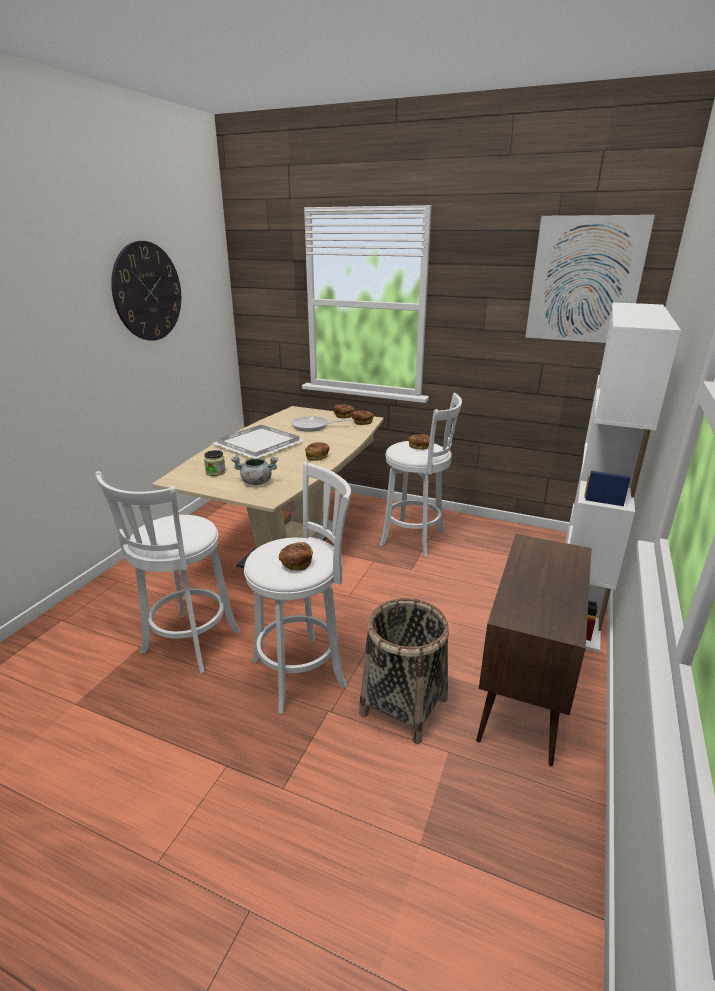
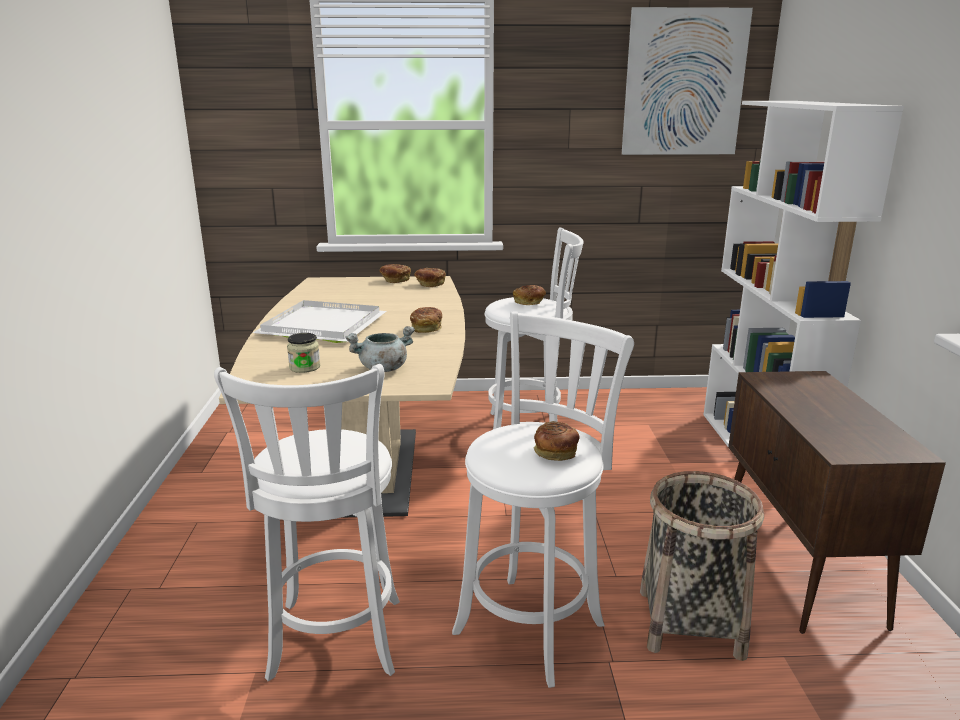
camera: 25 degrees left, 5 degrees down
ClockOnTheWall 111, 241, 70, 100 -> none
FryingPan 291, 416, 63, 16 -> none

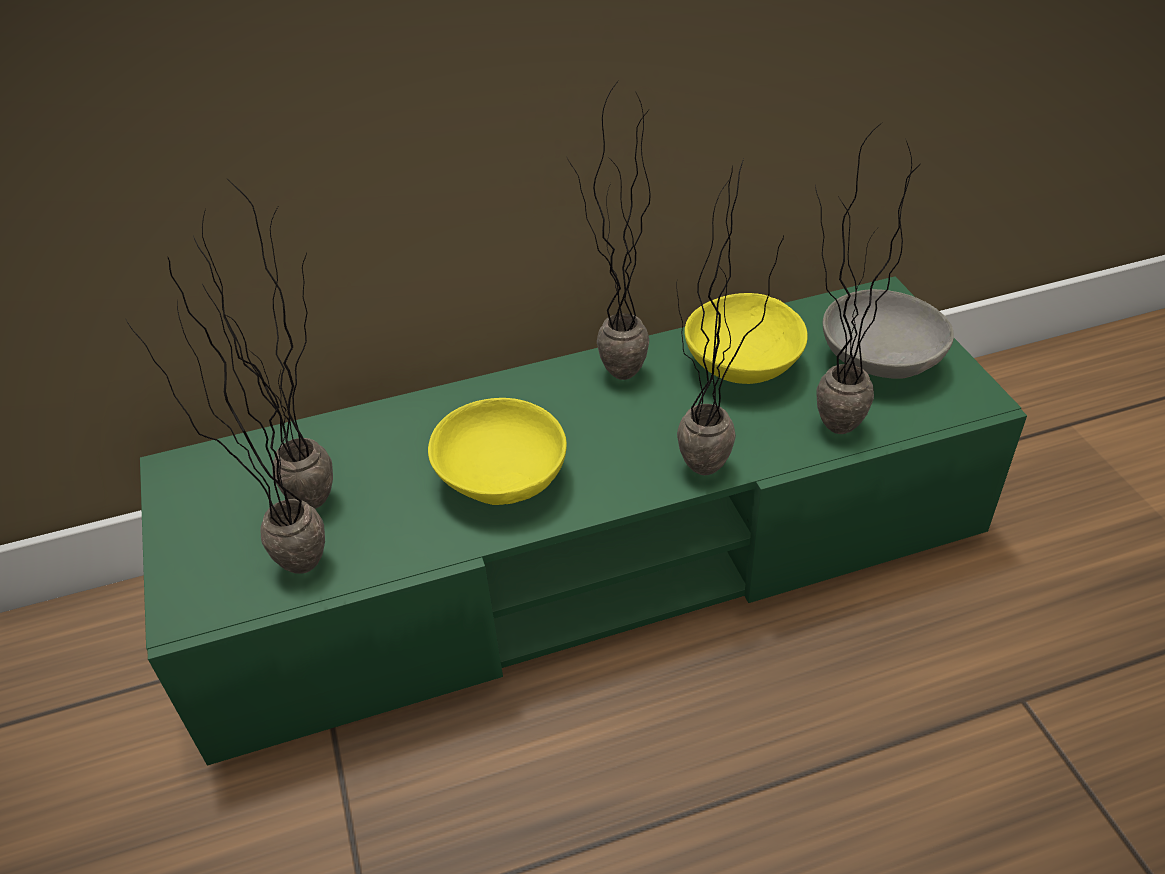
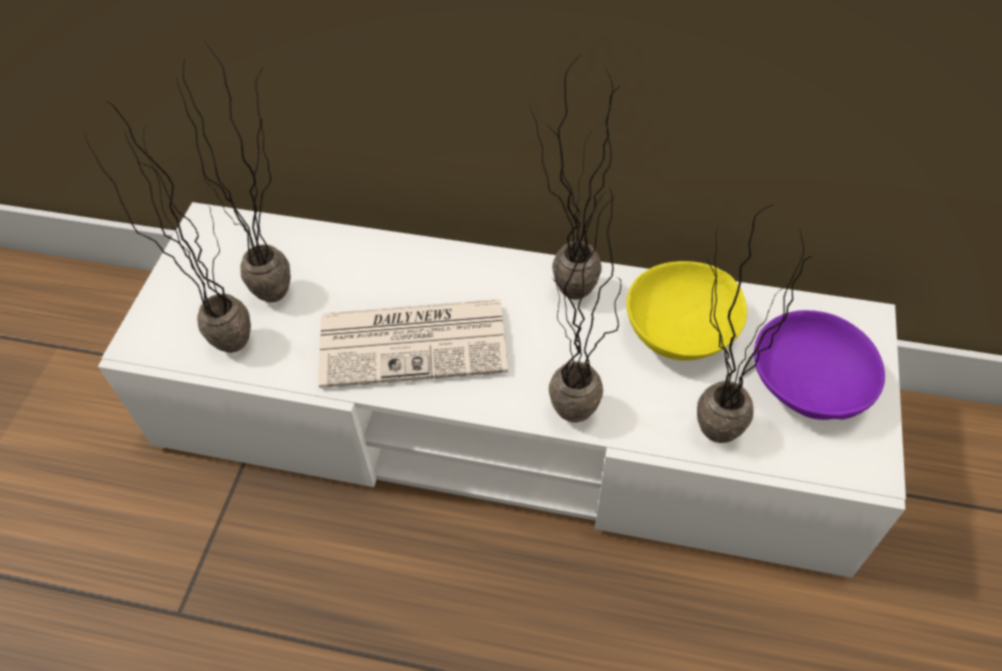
camera: 30 degrees right, 10 degrees up
GreenTvStand 140, 276, 887, 490 -> WhitishTvStand 98, 202, 808, 376
GreyBowl 822, 289, 132, 90 -> PurpleColouredBowl 754, 310, 131, 110
YellowBowl 428, 398, 139, 107 -> PrintedPaper 318, 299, 190, 89

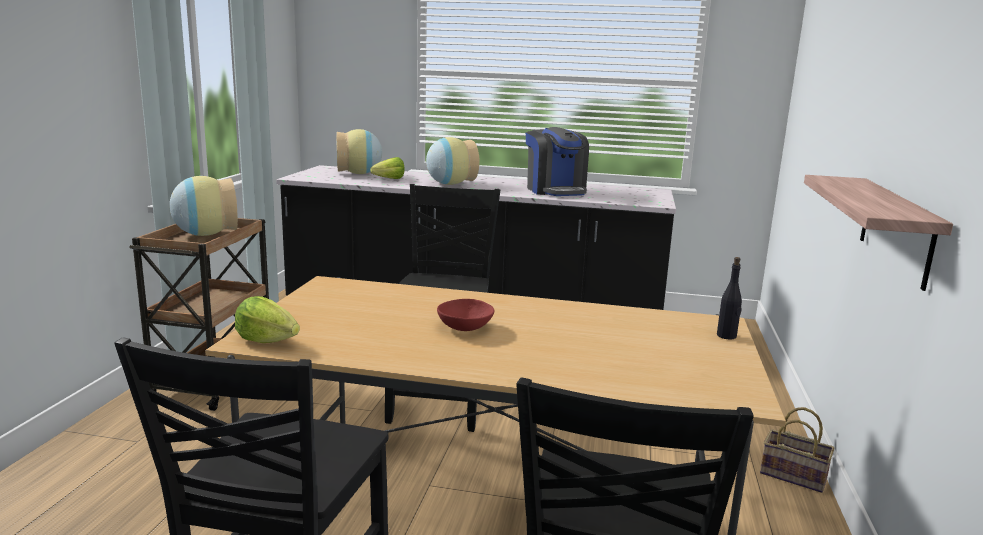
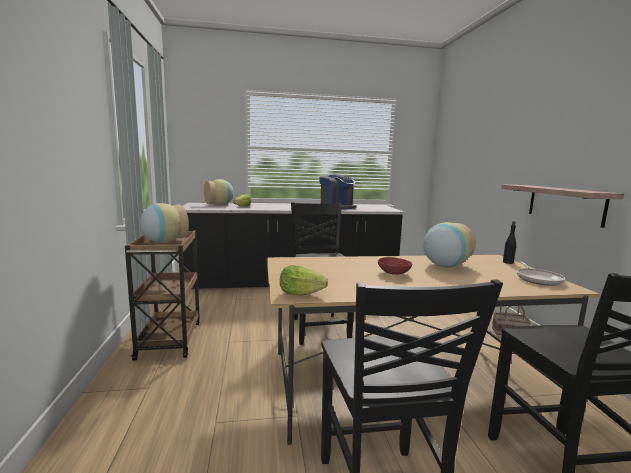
camera: 20 degrees left, 5 degrees down
DecorativeVase 426, 137, 53, 48 -> DecorativeVase 423, 222, 53, 46, shifted
none -> FryingPan 517, 262, 48, 24

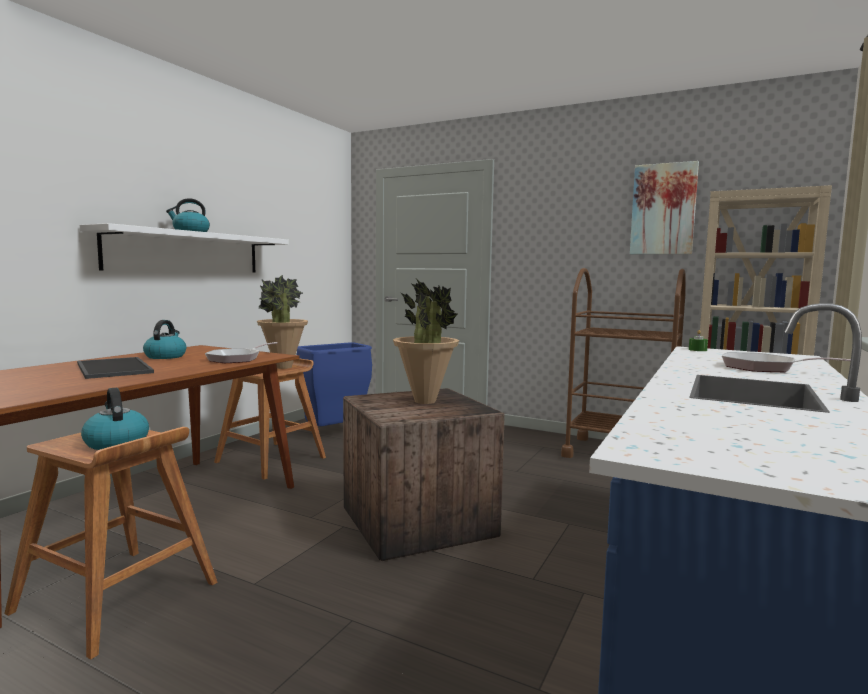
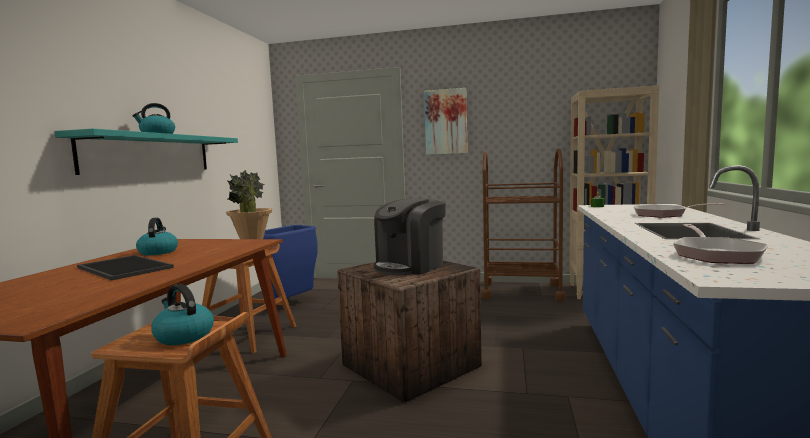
camera: 15 degrees left, 0 degrees up
Picture 630, 161, 69, 93 -> Picture 424, 88, 44, 67, shifted
WhitishWallShelf 80, 223, 209, 50 -> BlueGreenWallShelf 54, 129, 184, 46
Houseplant 393, 279, 66, 125 -> CoffeeBrewer 374, 199, 72, 76
FryingPan 205, 342, 73, 21 -> FryingPan 673, 224, 95, 40, shifted

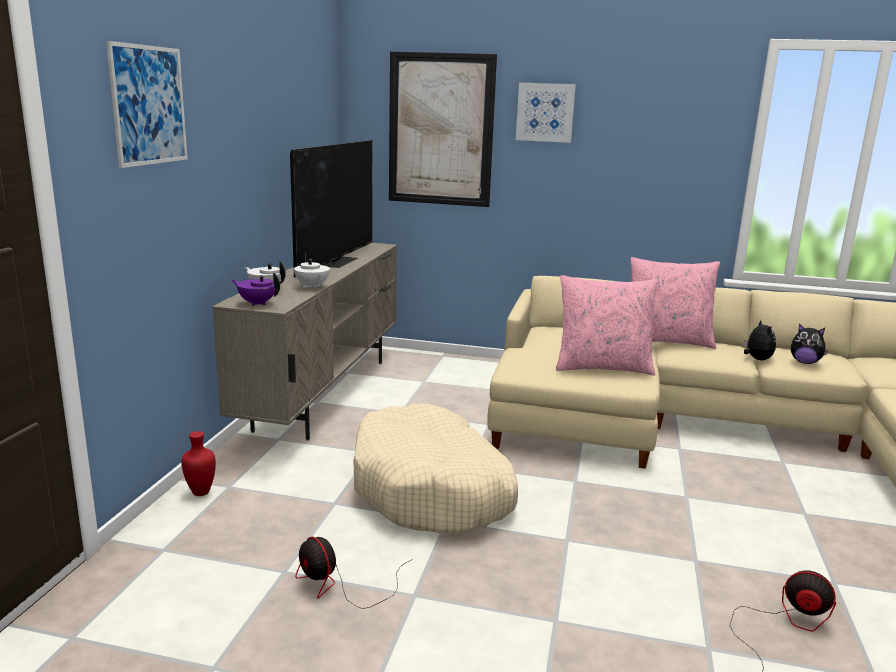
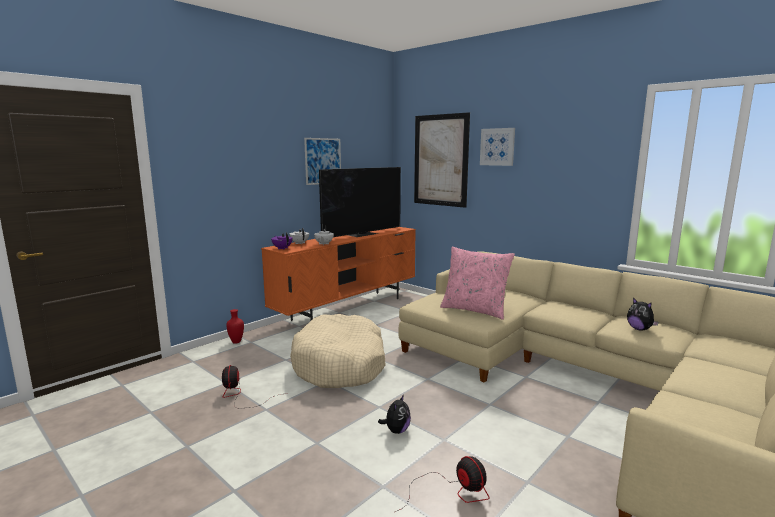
camera: 30 degrees right, 5 degrees down
Picture 106, 41, 82, 127 -> Picture 304, 138, 37, 47, shifted
BeigeTvStand 212, 243, 185, 197 -> OrangeColouredTvStand 261, 227, 155, 94
PinkColouredPillow 630, 257, 90, 92 -> none
SoftToy 744, 320, 32, 40 -> SoftToy 378, 394, 33, 40, shifted

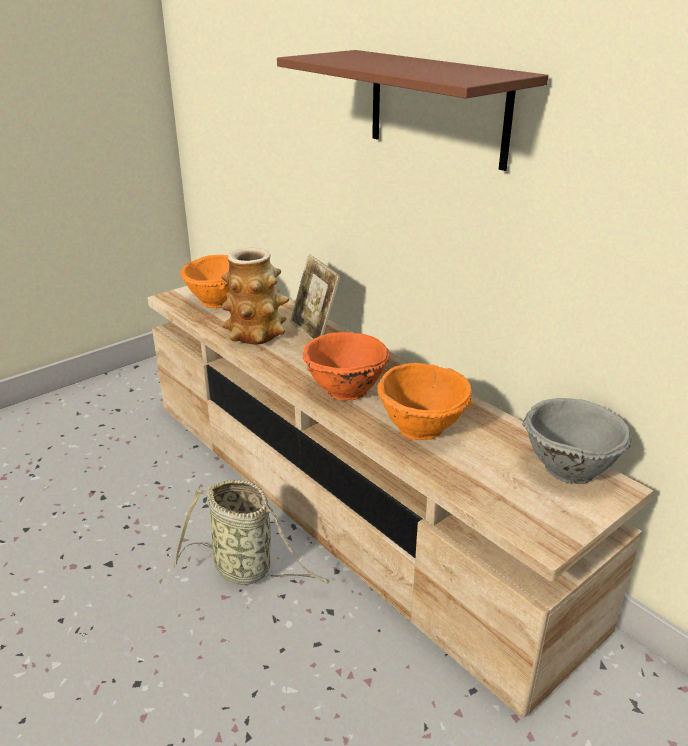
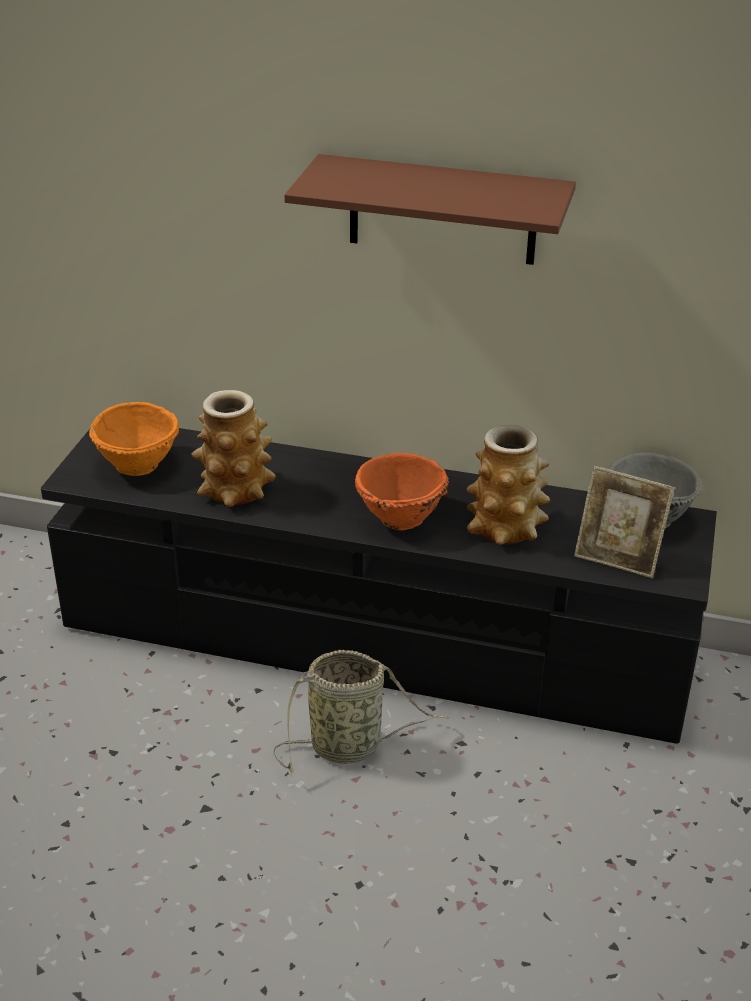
camera: 35 degrees left, 5 degrees up
PictureFrame 290, 254, 51, 86 -> PictureFrame 574, 466, 101, 112, shifted
BeigeTvStand 147, 286, 507, 432 -> BlackTvStand 41, 428, 676, 316
OrangeColouredBowl 377, 363, 96, 77 -> DecorativeVase 467, 425, 83, 120

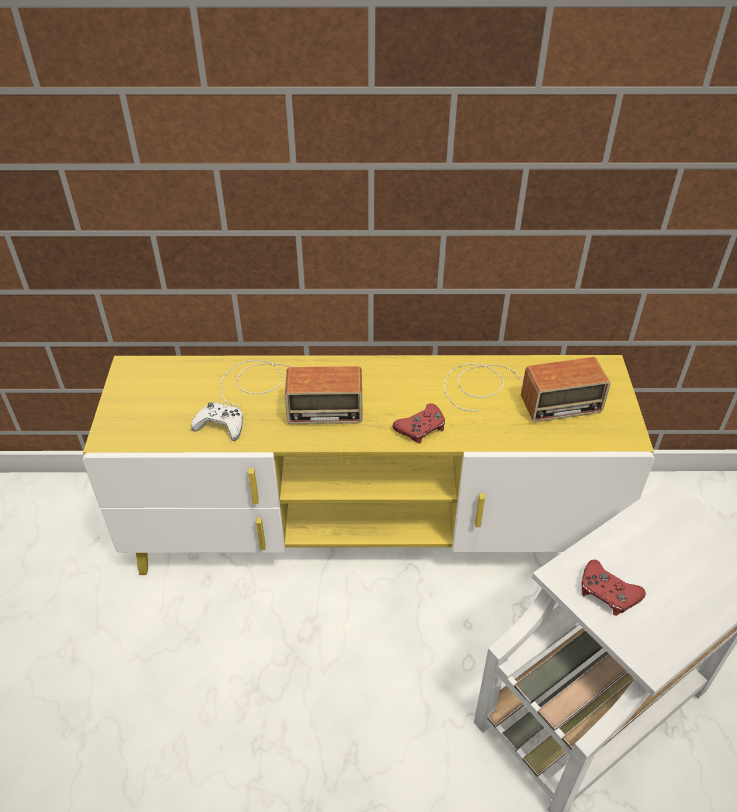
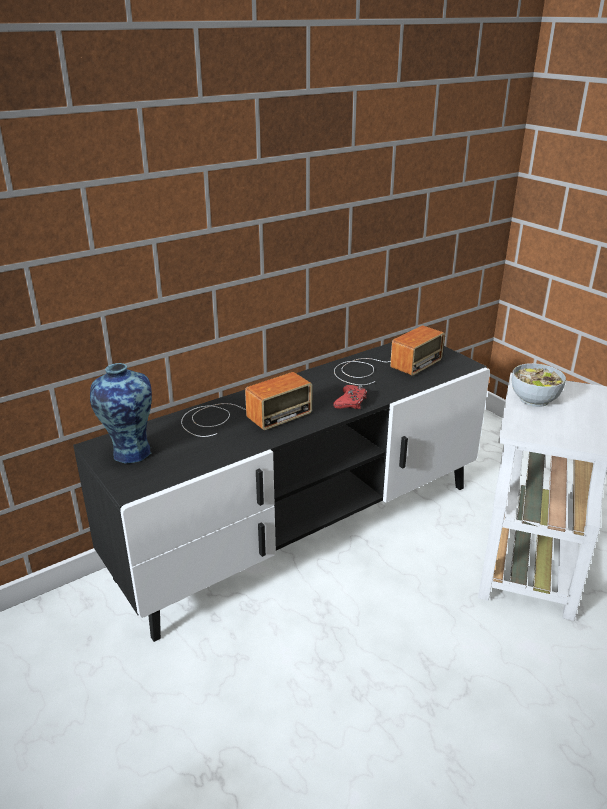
camera: 35 degrees left, 15 degrees down
YellowTvStand 83, 355, 571, 220 -> BlackTvStand 73, 342, 417, 300
WhitishGameController 191, 402, 52, 39 -> none
RedColouredGameController 581, 560, 65, 56 -> none
none -> DecorativeVase 90, 363, 62, 101
none -> Bowl 511, 363, 55, 44

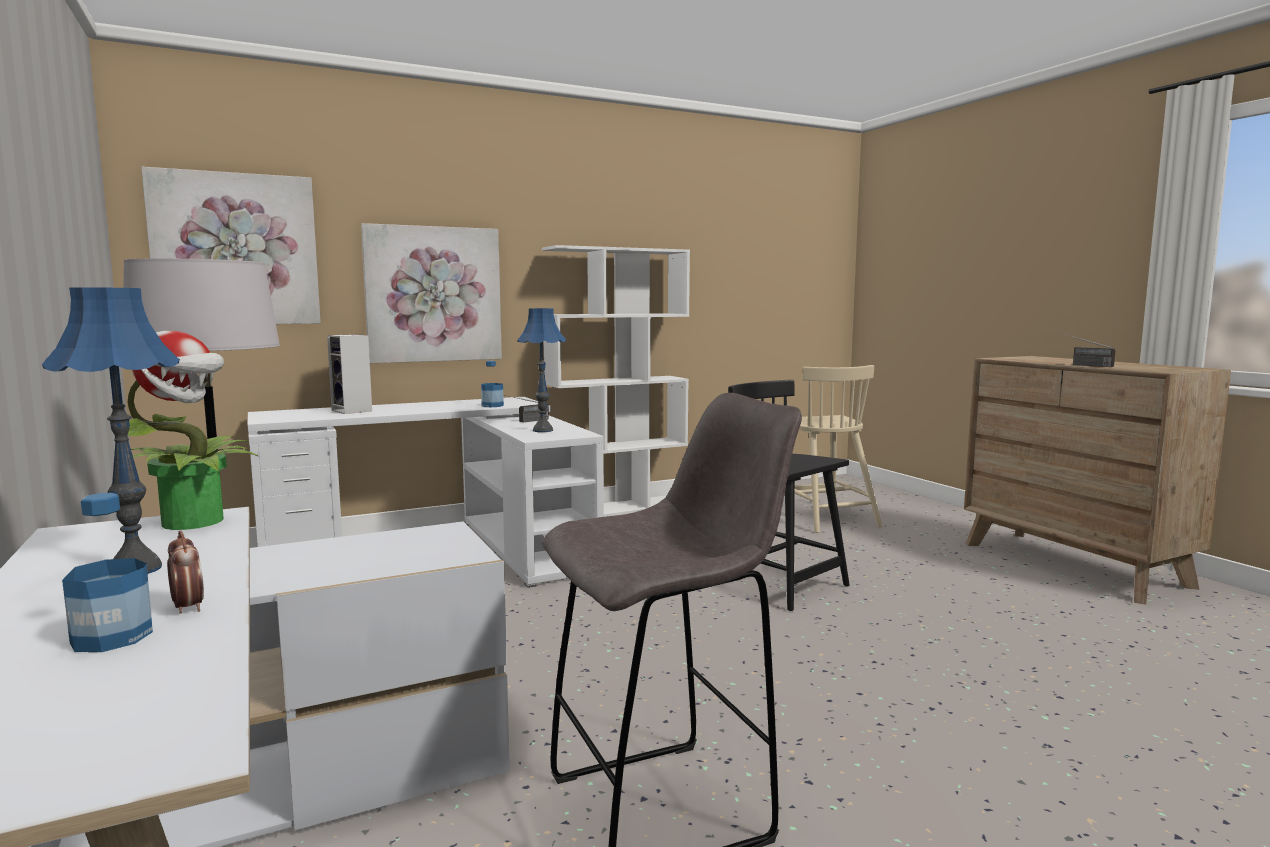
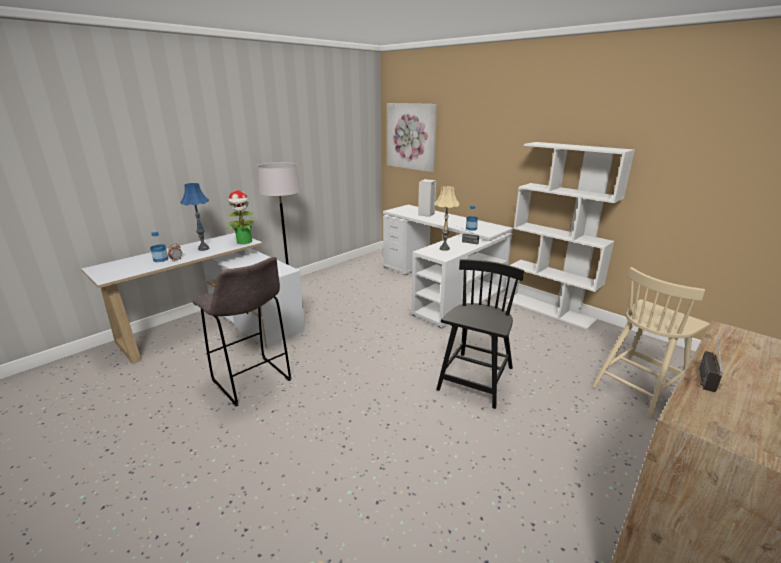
camera: 70 degrees right, 15 degrees up
Picture 361, 223, 141, 140 -> none
BlueTabletopLamp 517, 308, 49, 124 -> BeigeTabletopLamp 434, 186, 25, 65

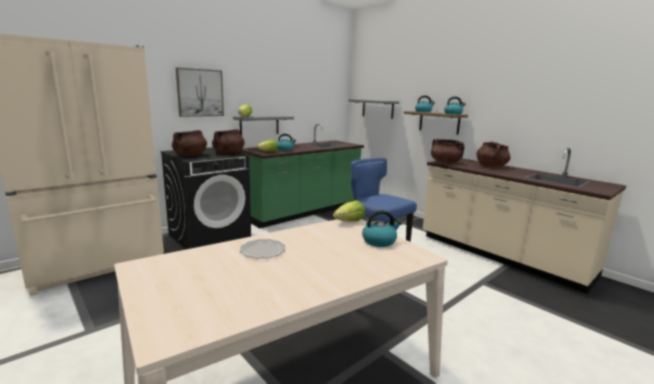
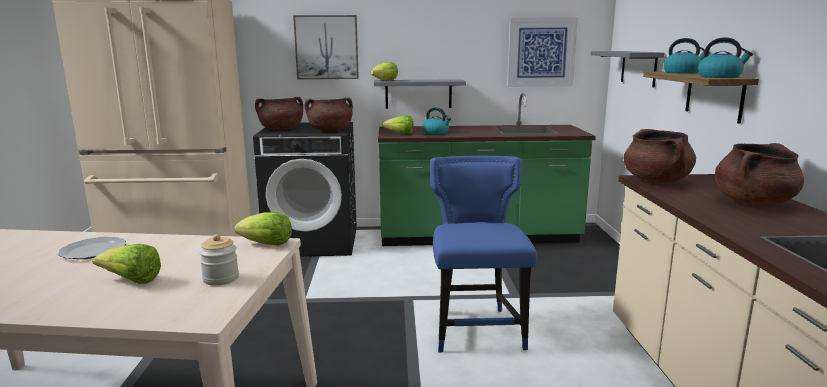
camera: 40 degrees right, 0 degrees up
TeaKettle 362, 210, 40, 37 -> Jar 199, 234, 40, 52
none -> Picture 507, 18, 71, 69
none -> LettuceHead 92, 244, 69, 40

